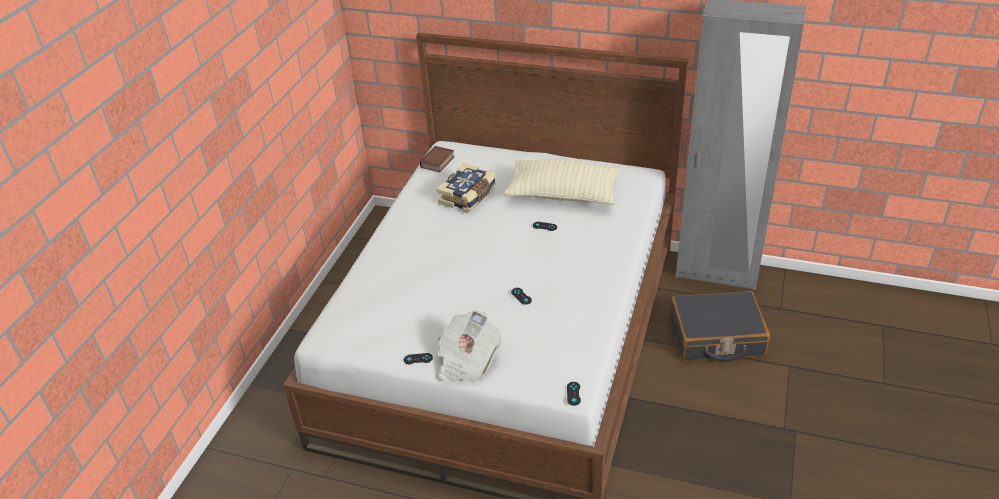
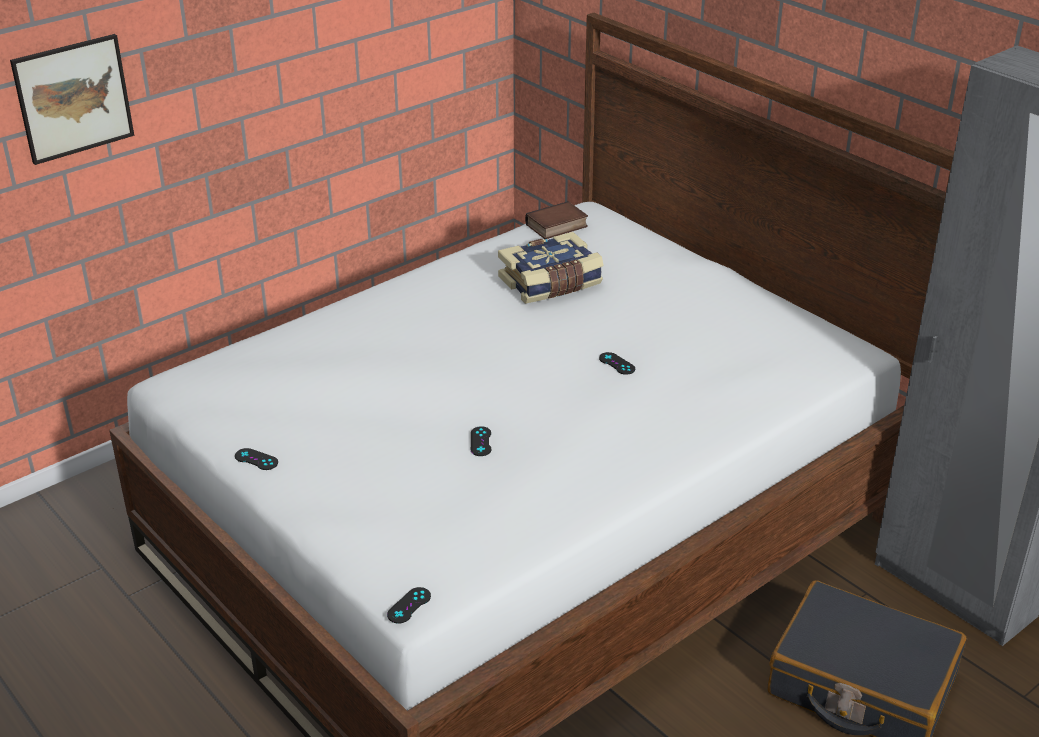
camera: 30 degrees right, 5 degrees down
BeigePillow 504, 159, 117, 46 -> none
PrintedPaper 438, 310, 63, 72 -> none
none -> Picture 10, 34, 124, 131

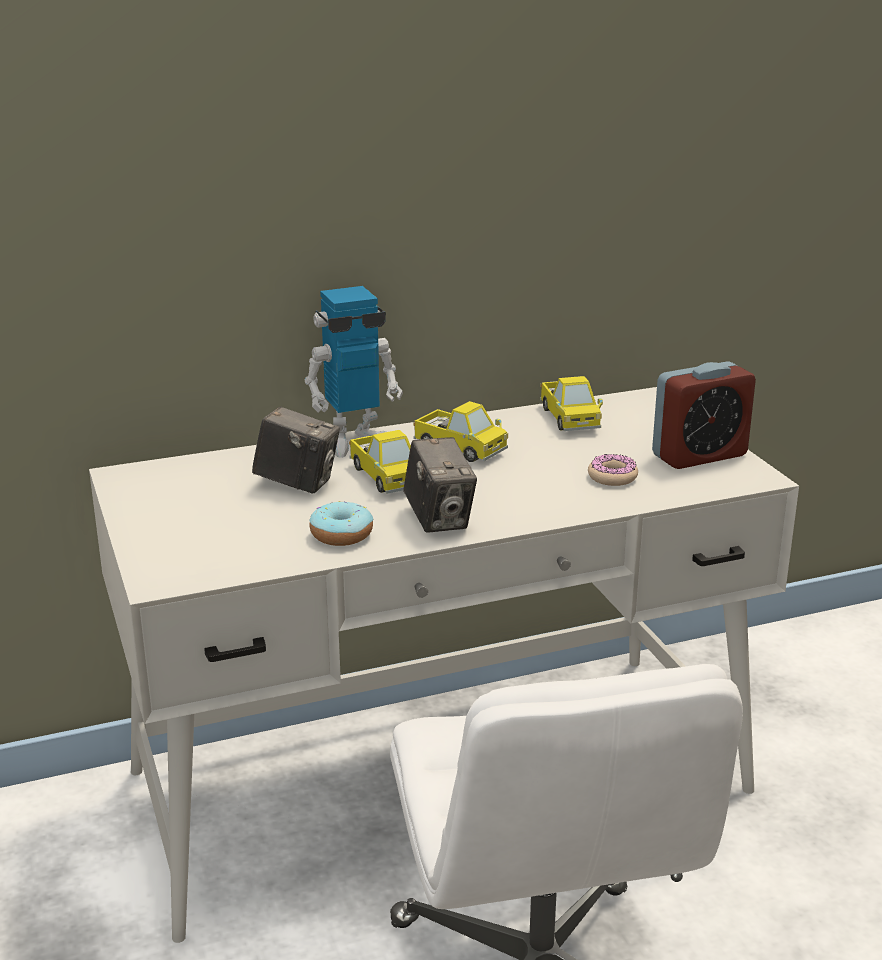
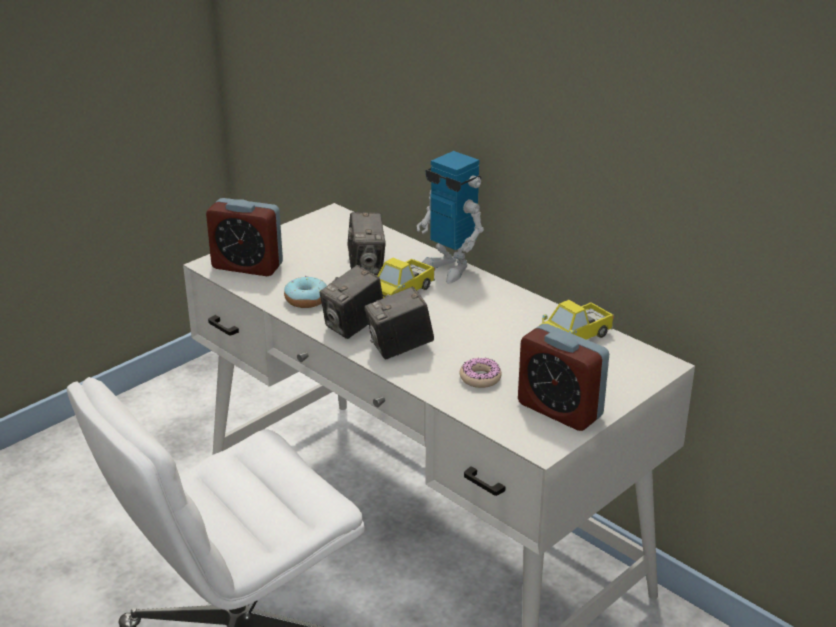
camera: 65 degrees right, 5 degrees up
ModelTruck 413, 401, 95, 61 -> none
none -> TableClock 206, 198, 77, 78
none -> StillCamera 365, 286, 69, 73

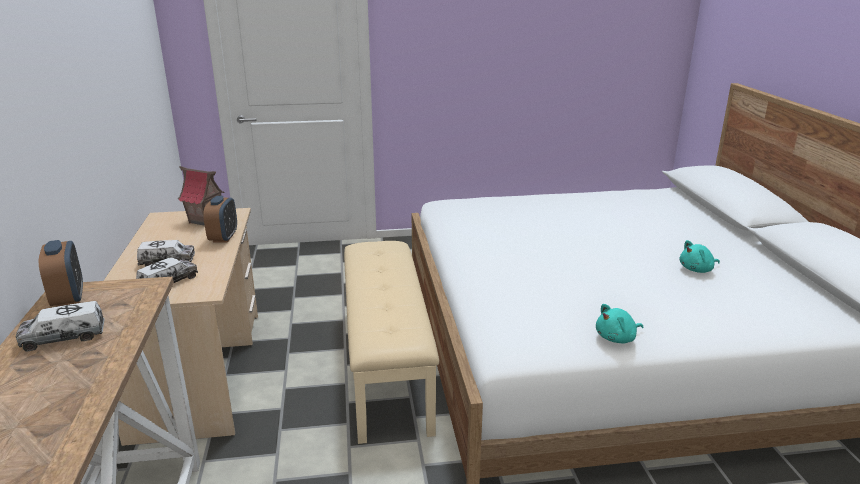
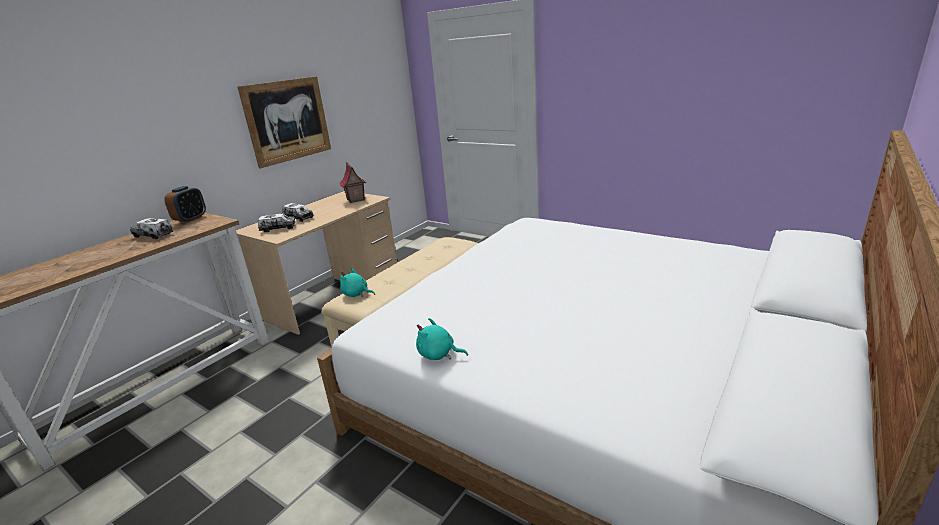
camera: 45 degrees right, 0 degrees up
TableClock 203, 196, 34, 47 -> none
BlueGreenSoftToy 680, 240, 40, 33 -> BlueGreenSoftToy 340, 268, 35, 29, shifted
none -> Picture 237, 76, 94, 92

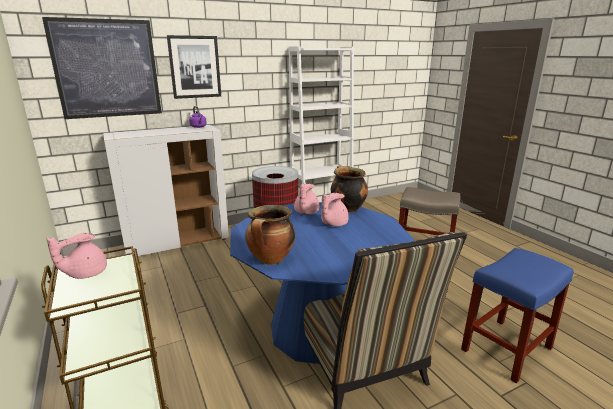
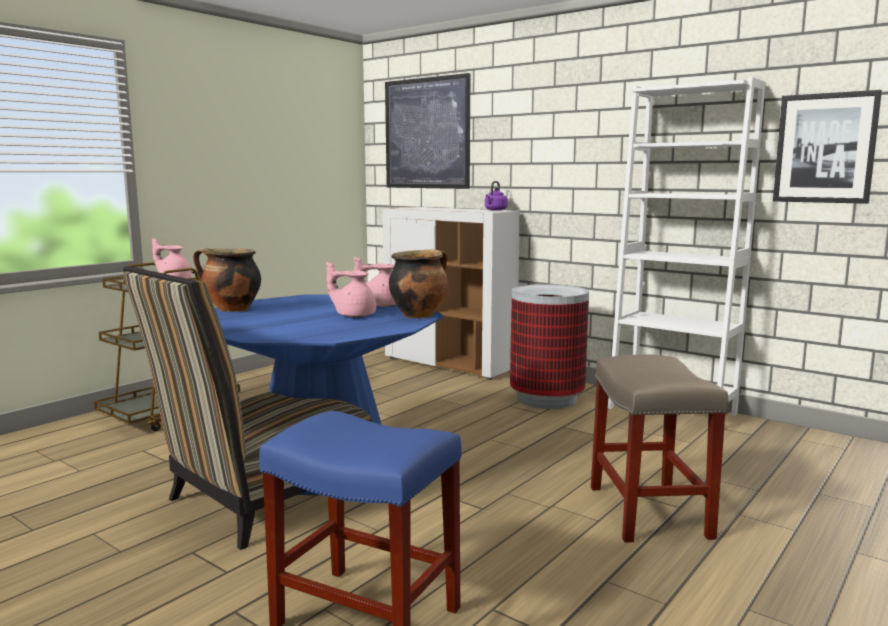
camera: 65 degrees right, 10 degrees down
Picture 167, 35, 54, 64 -> Picture 773, 90, 109, 114, shifted

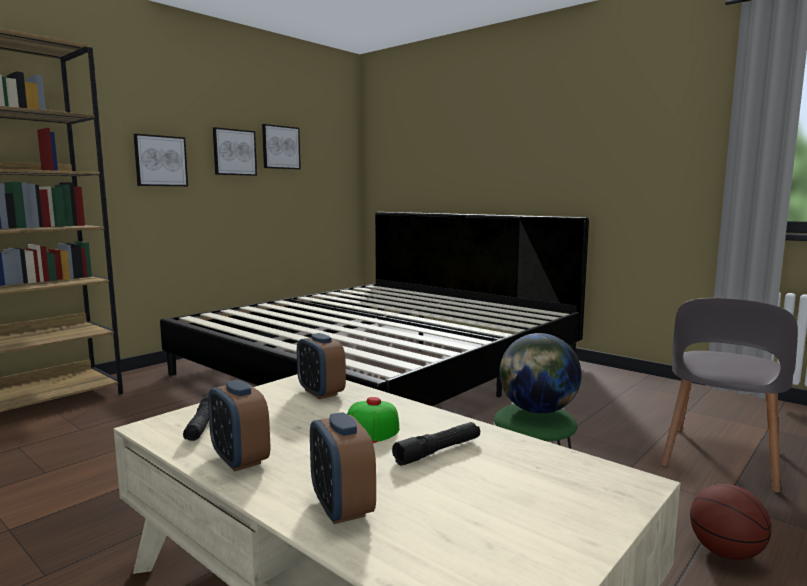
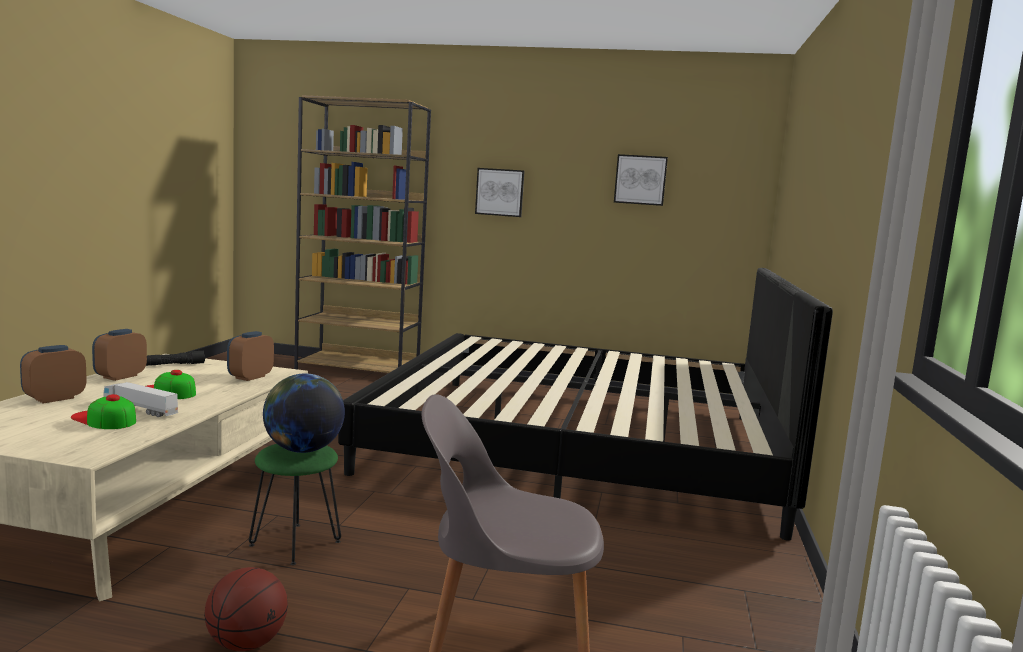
camera: 60 degrees right, 0 degrees up
Picture 213, 127, 44, 49 -> none
BlackFlashlight 392, 422, 88, 44 -> ModelTruck 103, 382, 75, 35
none -> PeakedCap 71, 394, 65, 35

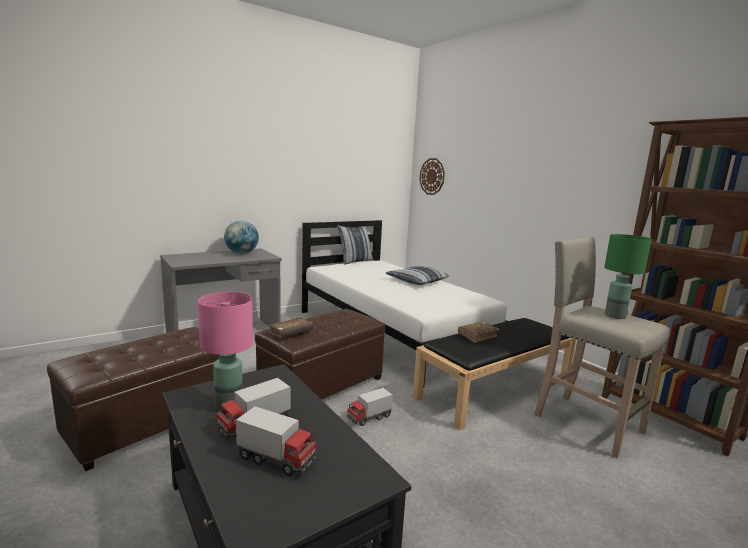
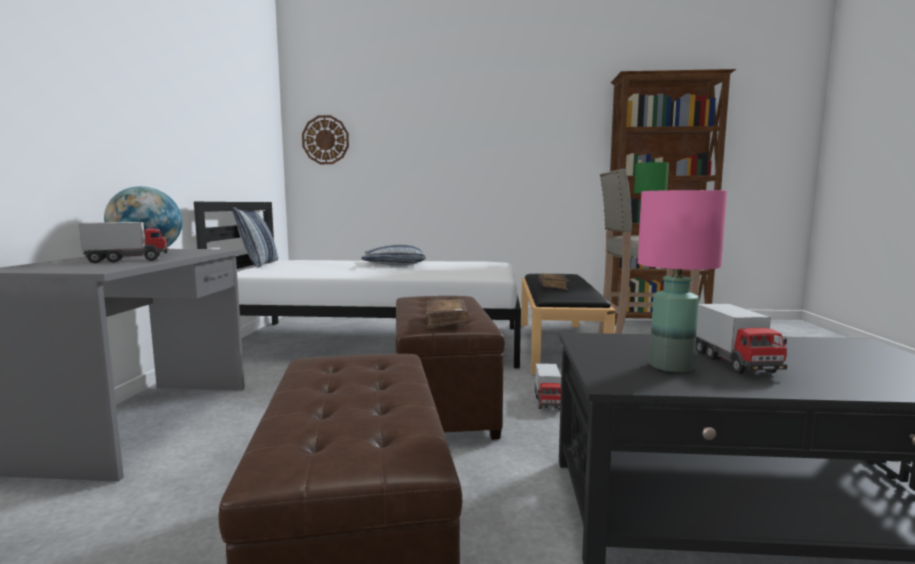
camera: 50 degrees left, 5 degrees down
ModelTruck 236, 406, 81, 70 -> ModelTruck 79, 222, 90, 41, shifted

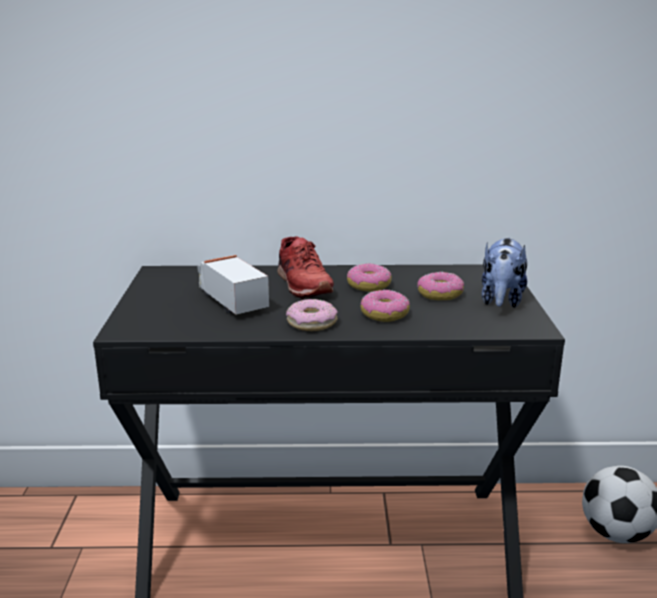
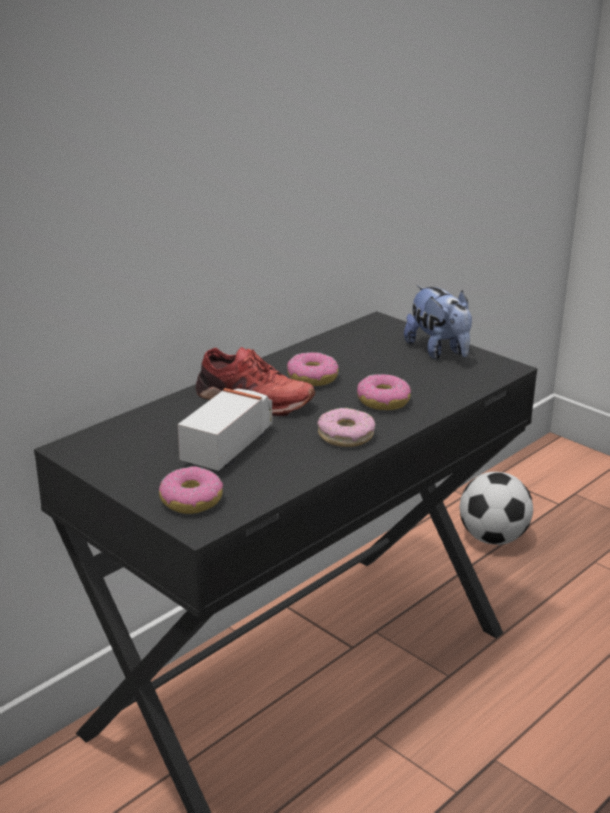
camera: 45 degrees left, 5 degrees up
ModelTruck 197, 255, 72, 60 -> ModelTruck 178, 388, 95, 83, 105 degrees clockwise
RingDoughnut 417, 272, 47, 28 -> RingDoughnut 159, 466, 64, 48, shifted

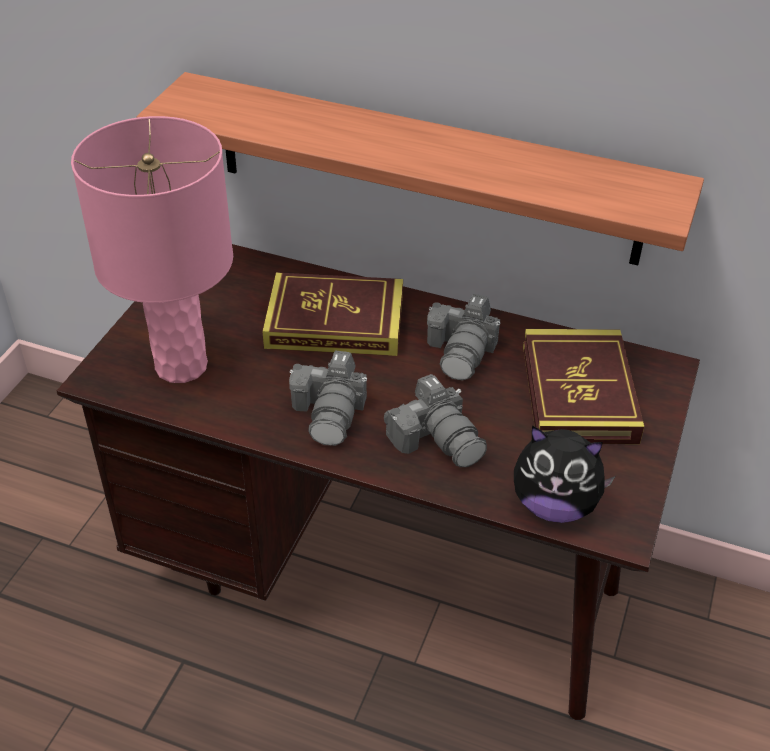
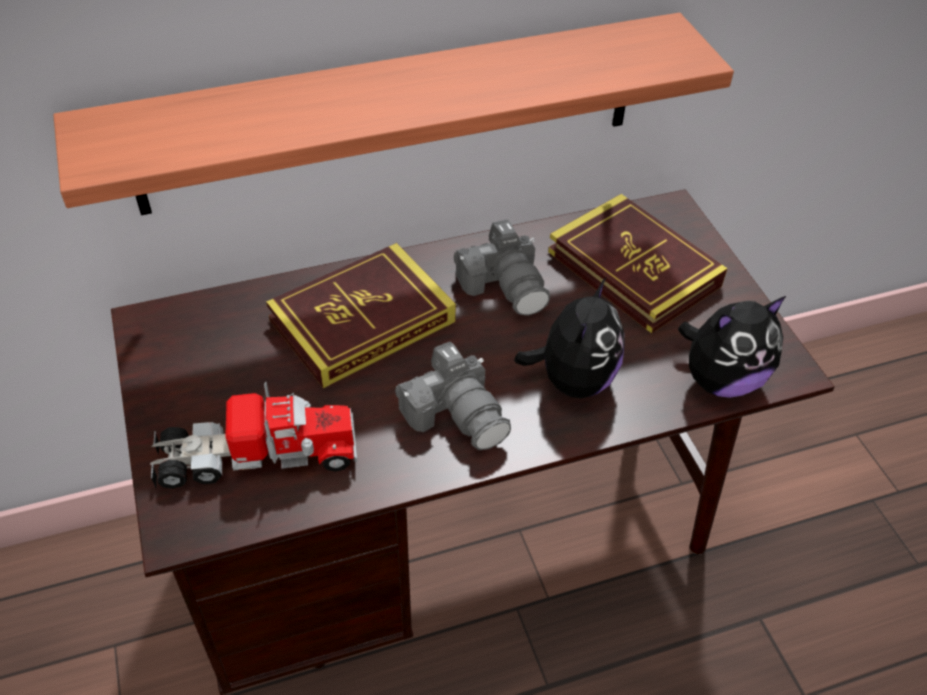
camera: 40 degrees left, 5 degrees up
PinkColouredTabletopLamp 71, 116, 162, 267 -> ModelTruck 150, 382, 207, 107
StillCamera 384, 374, 103, 93 -> SoftToy 514, 278, 111, 120

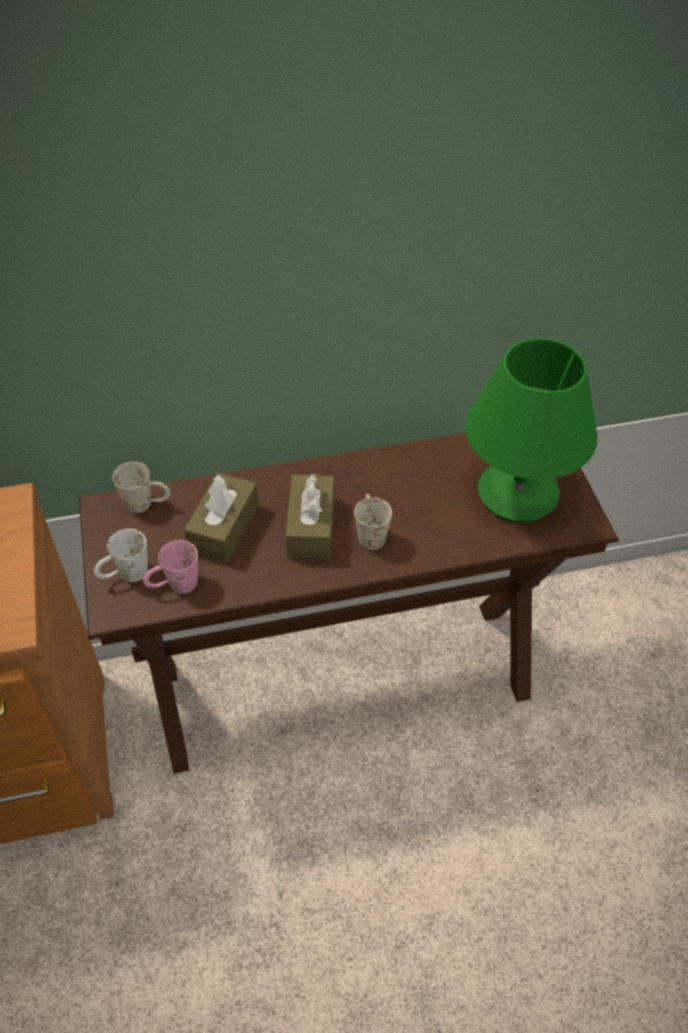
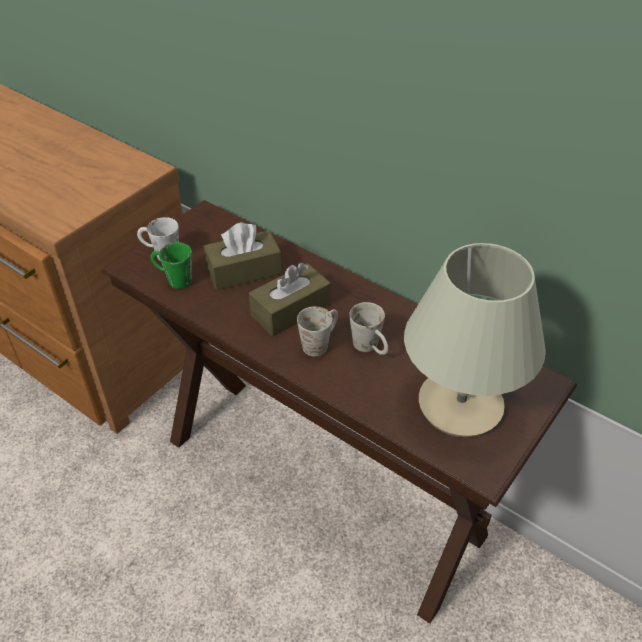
camera: 50 degrees right, 5 degrees down
GreenTabletopLamp 465, 338, 133, 185 -> BeigeTabletopLamp 404, 243, 142, 194
WhitishTeaMug 113, 462, 58, 51 -> WhitishTeaMug 349, 302, 39, 53, shifted
PinkColouredTeaMug 143, 540, 55, 54 -> GreenTeaMug 151, 242, 41, 47

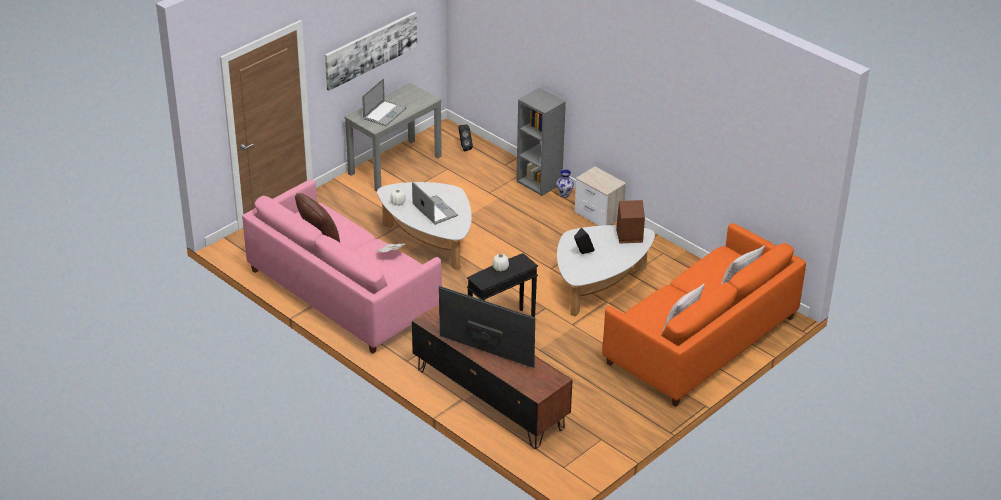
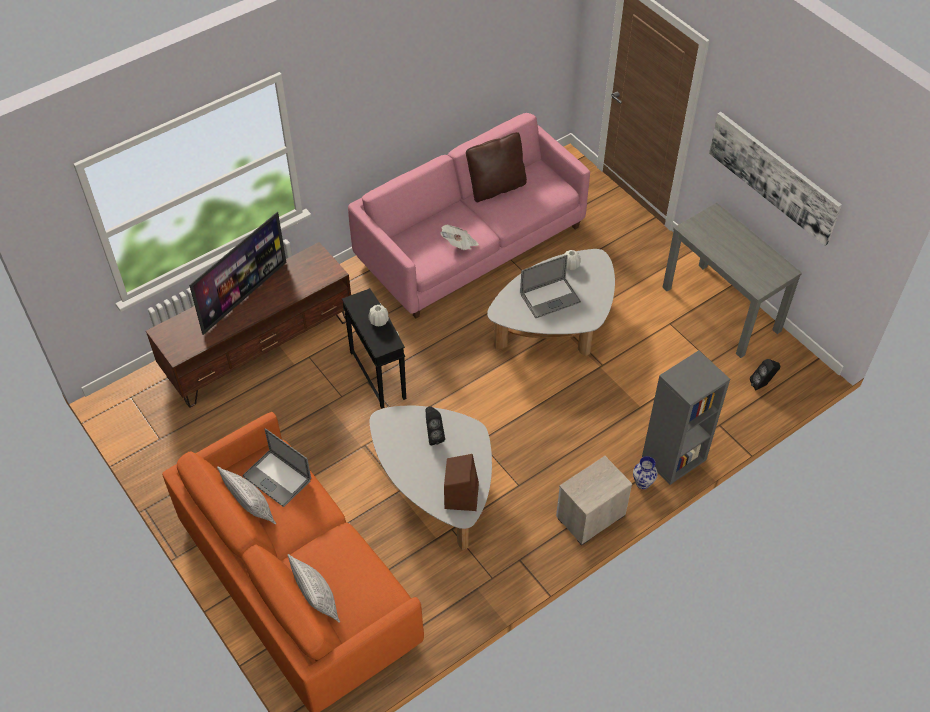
camera: 100 degrees right, 15 degrees up
NotebookComputer 362, 78, 45, 48 -> NotebookComputer 242, 428, 69, 79, shifted

